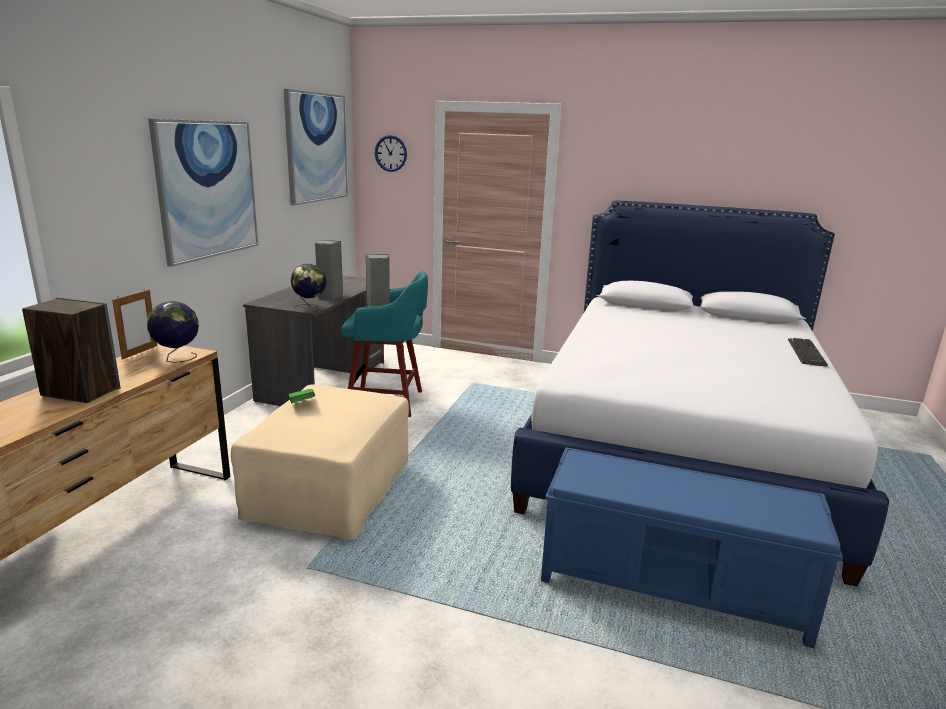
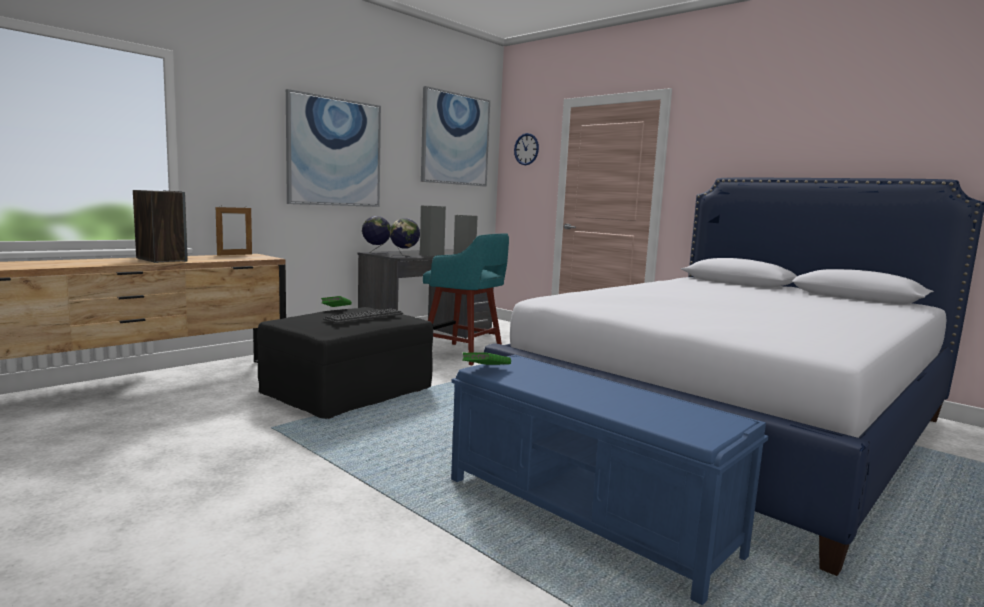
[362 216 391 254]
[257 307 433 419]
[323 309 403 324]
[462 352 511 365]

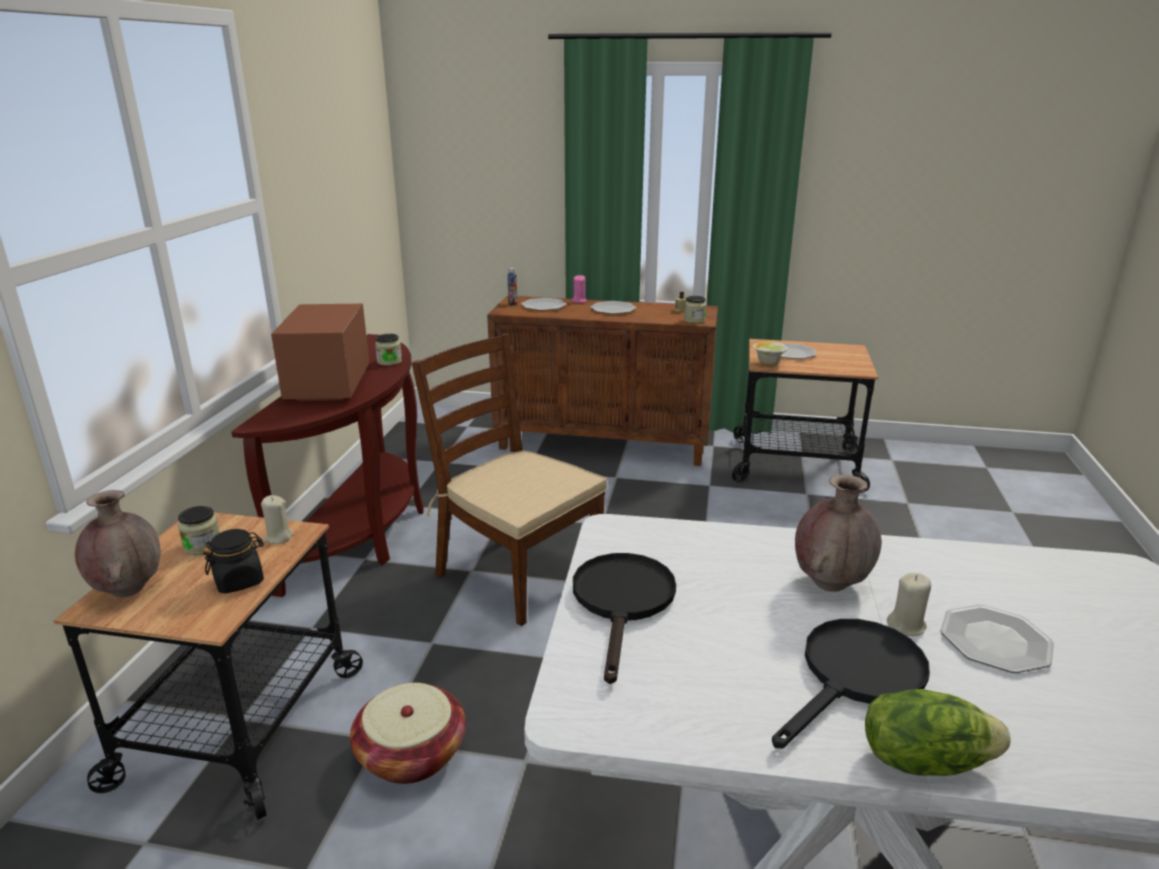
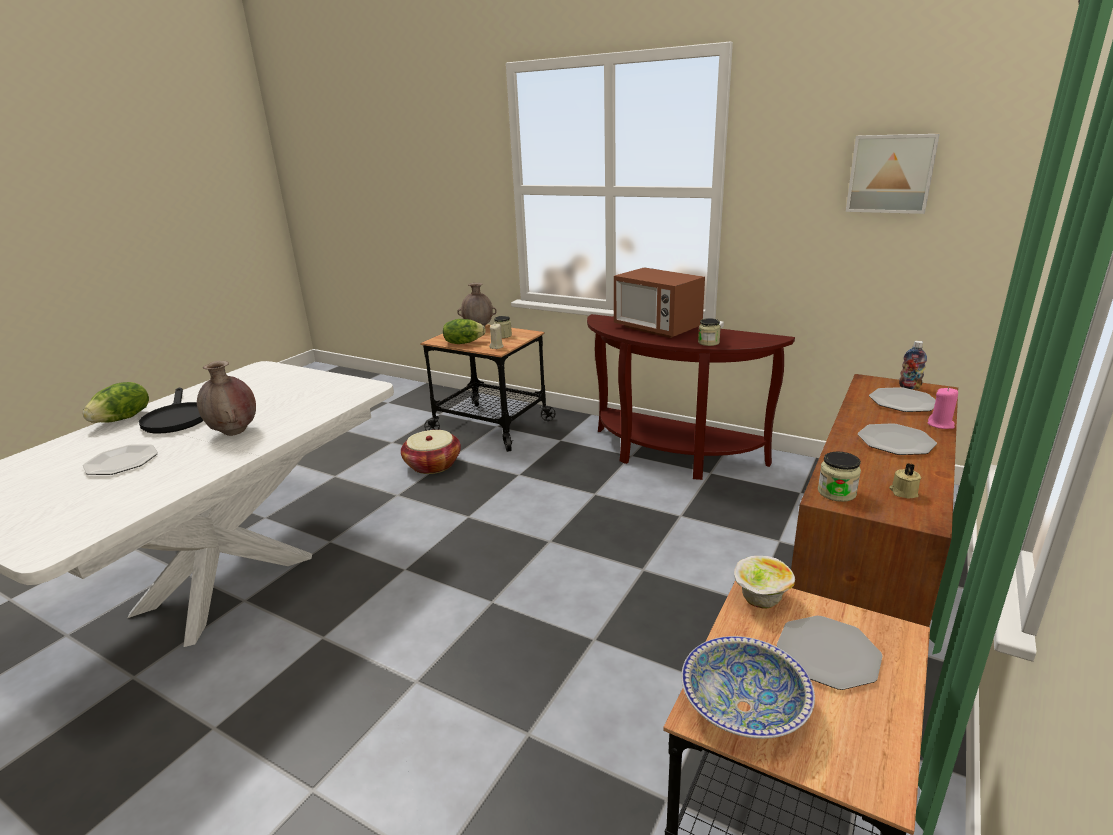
[443 319 486 344]
[614 267 705 338]
[412 333 607 626] (first image)
[573 553 676 684] (first image)
[887 573 931 636] (first image)
[681 636 815 739]
[846 134 940 214]

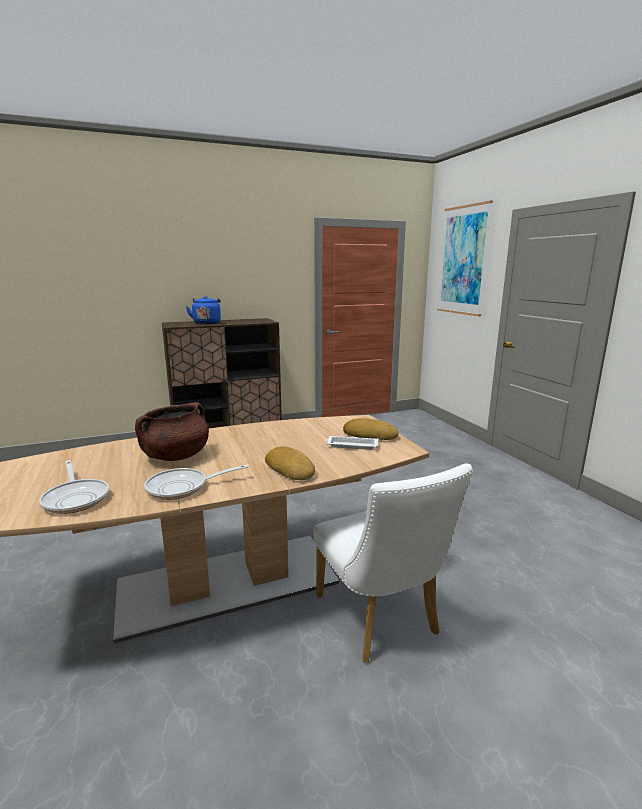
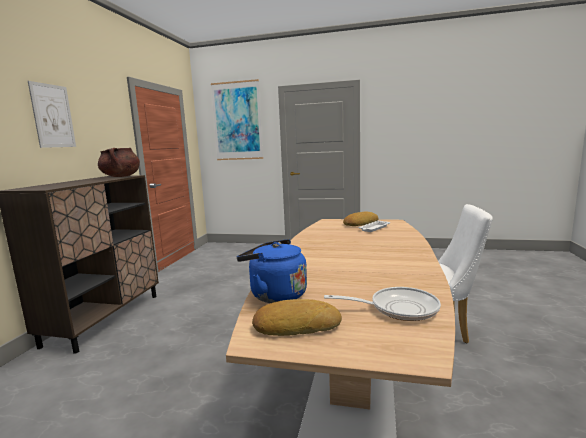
[98 148 140 177]
[144 465 248 500] (first image)
[237 239 307 303]
[252 299 342 336]
[28 81 76 148]

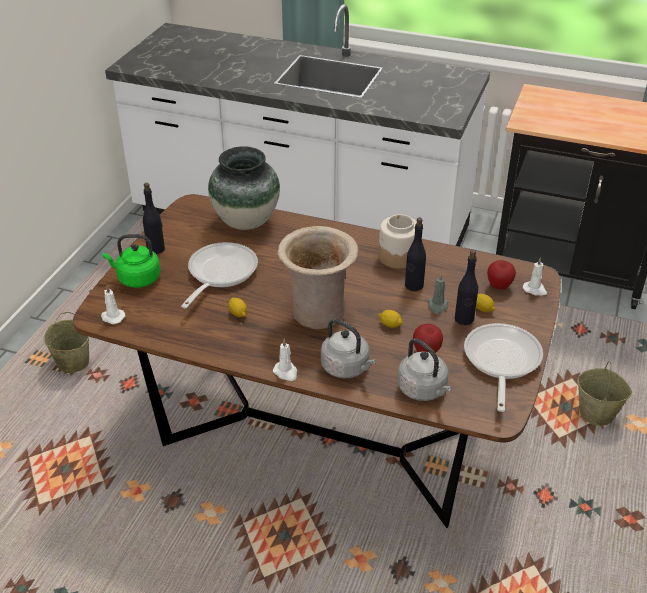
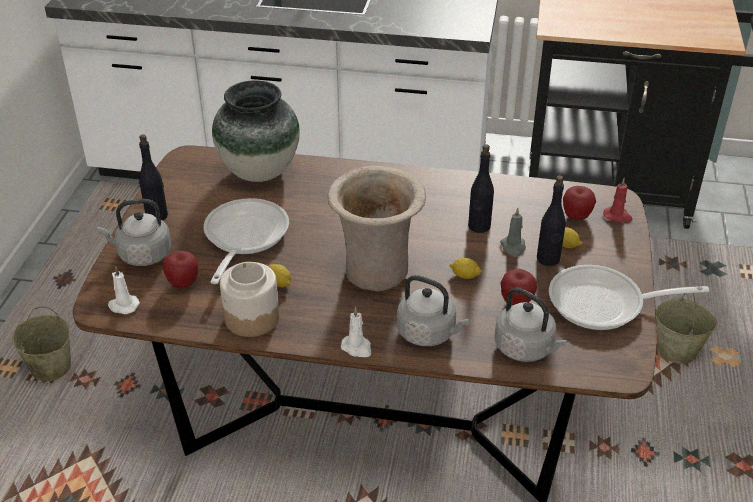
[97 199 172 266]
[220 262 279 337]
[549 265 709 330]
[603 178 633 223]
[163 251 198 289]

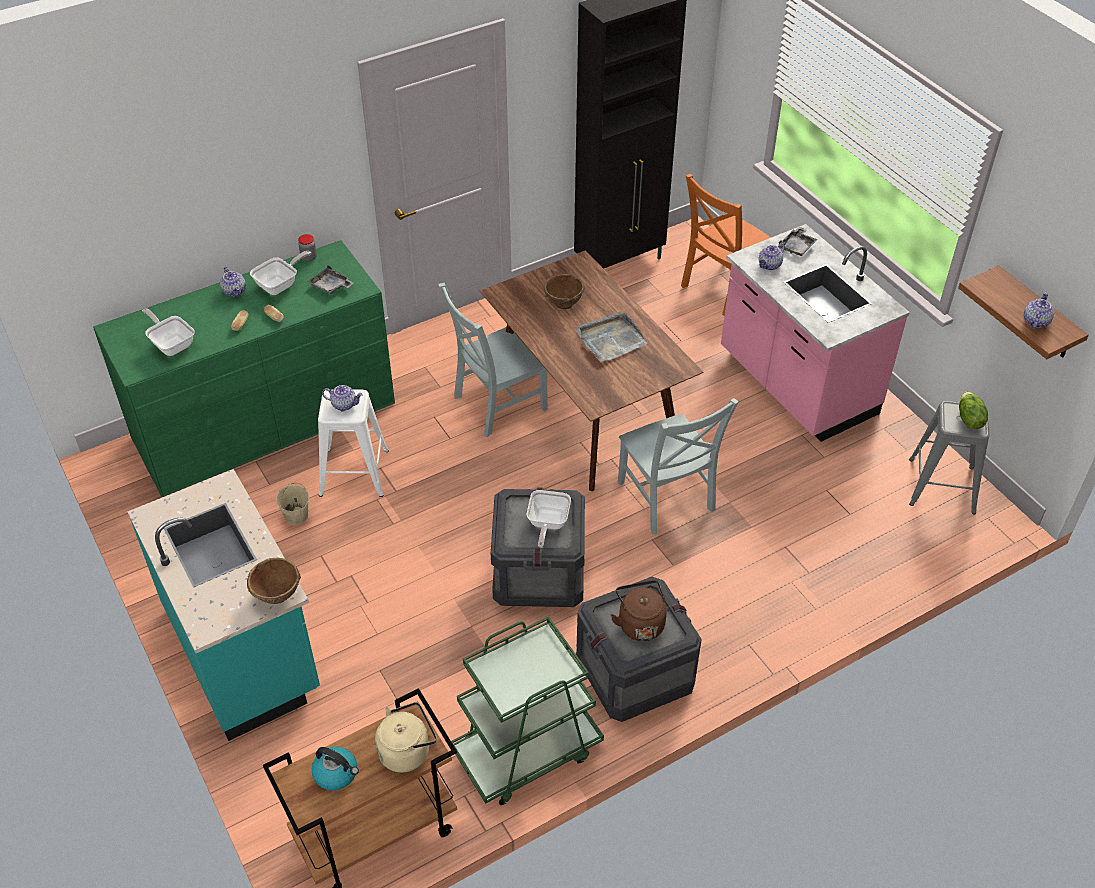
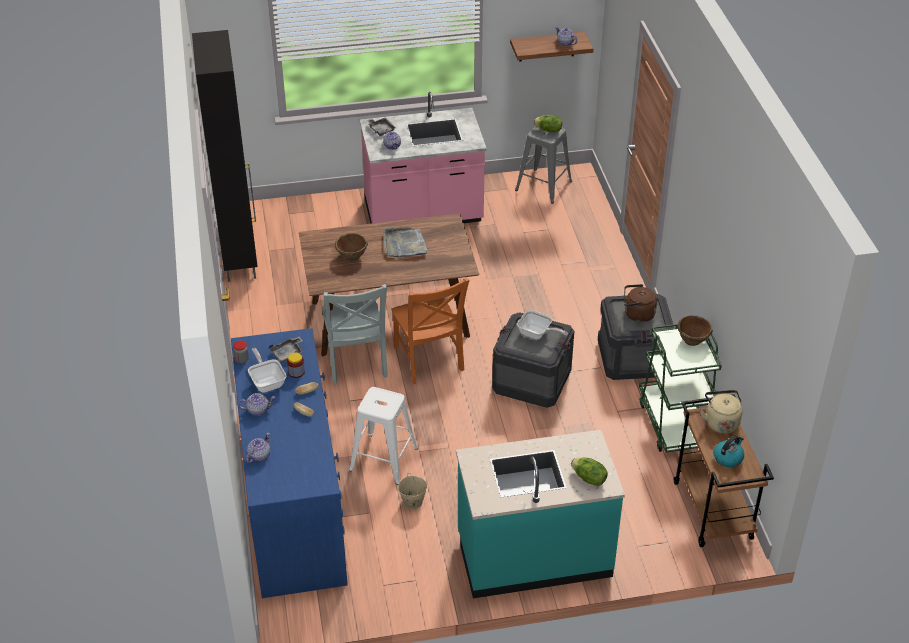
[231 328 348 598]
[142 308 195 356] (first image)
[677 315 713 346]
[246 433 270 463]
[618 398 739 534] (first image)
[391 277 469 384]
[287 353 305 378]
[571 458 608 486]

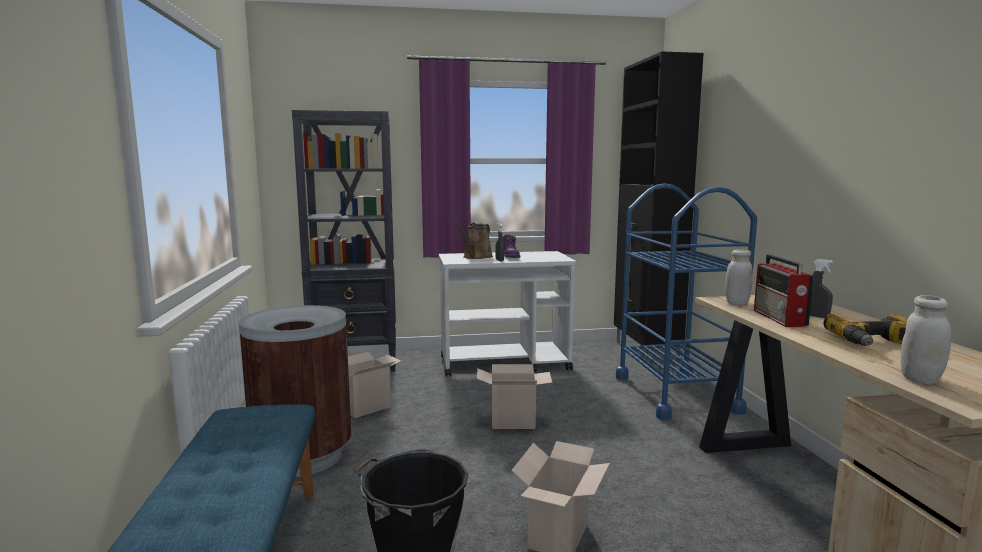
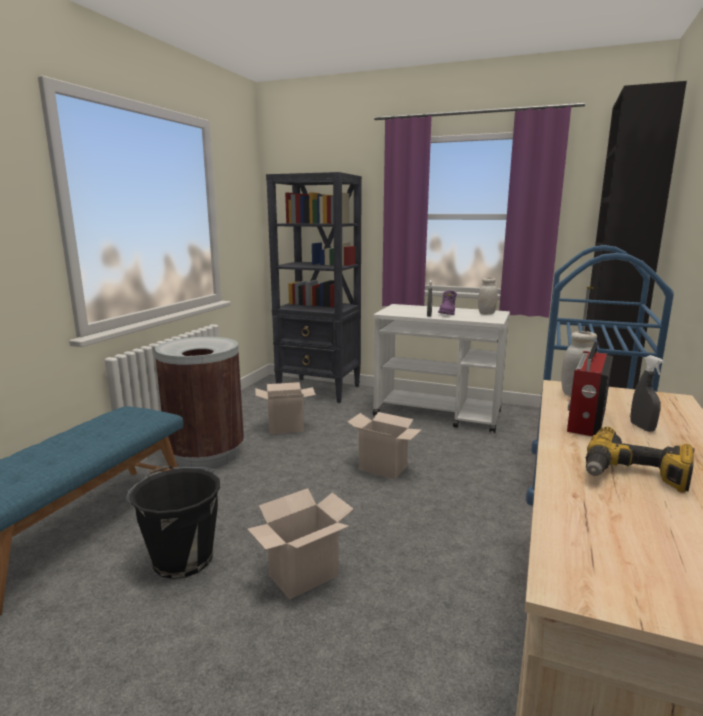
[455 222 493 259] (first image)
[478 278 498 315]

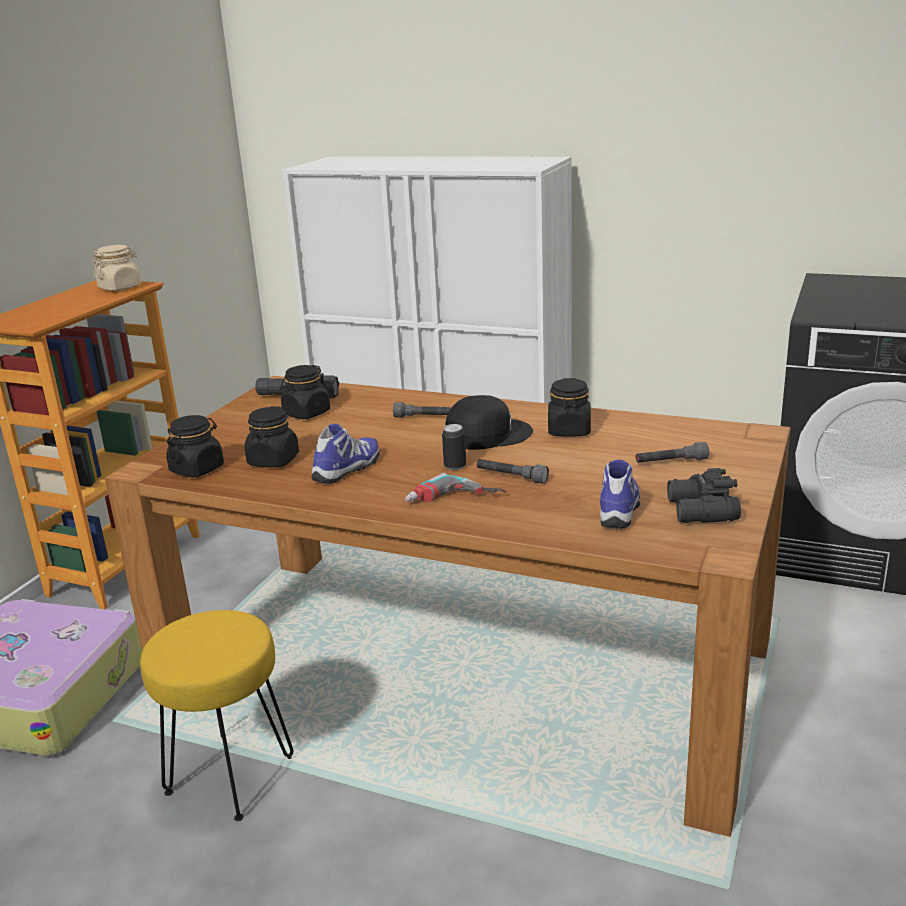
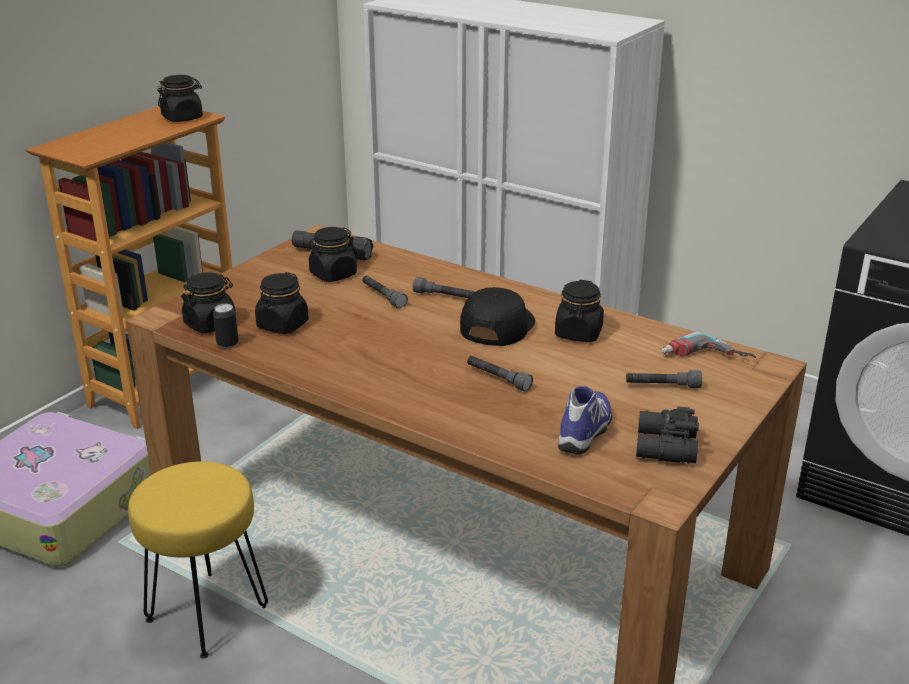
[157 75 203 122]
[312 424 380 484] (first image)
[661 330 756 358]
[213 304 239 348]
[460 287 535 346]
[362 276 408 308]

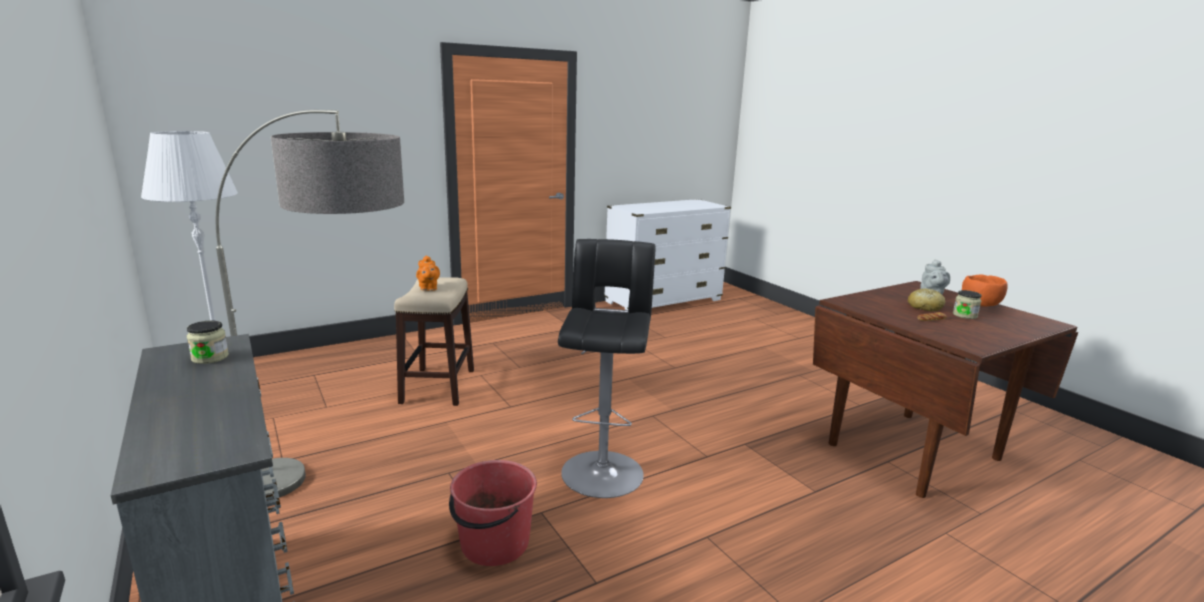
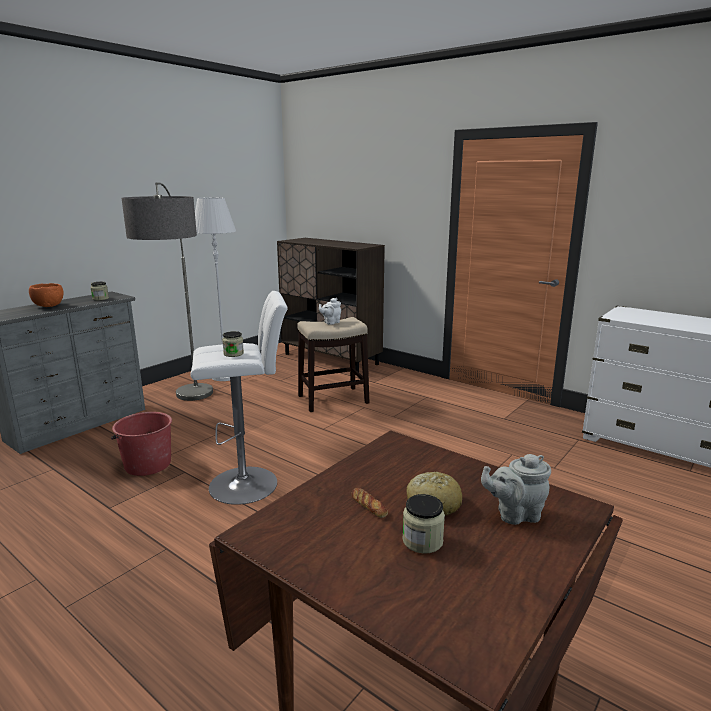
[319 298 341 325]
[190 291 288 505]
[29 283 64 307]
[222 331 244 357]
[277 238 385 372]

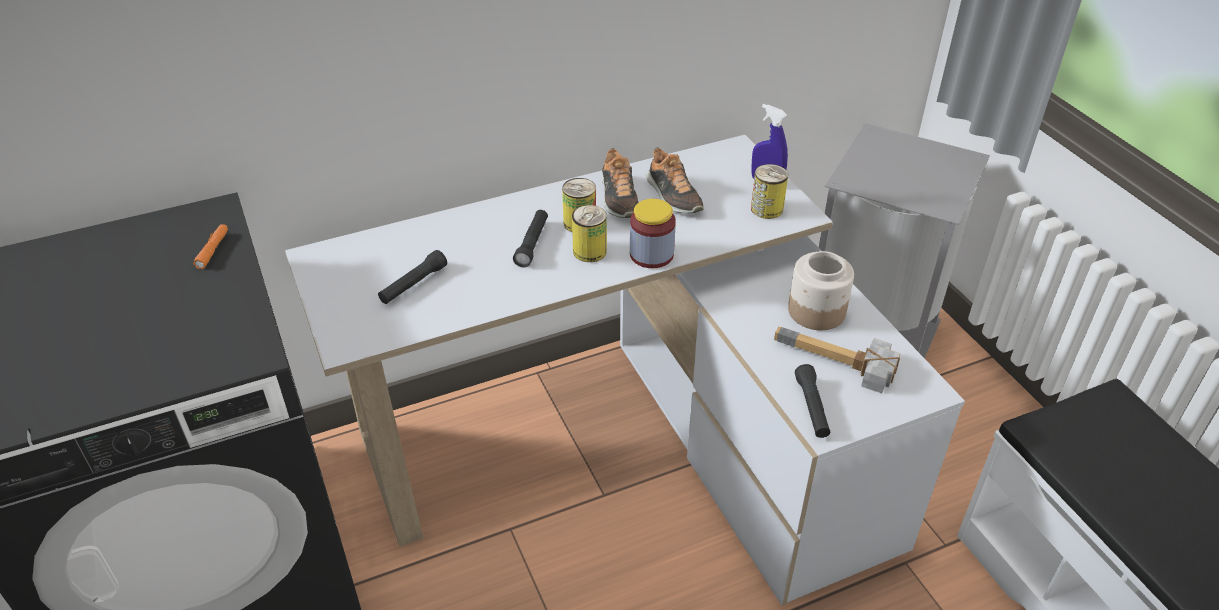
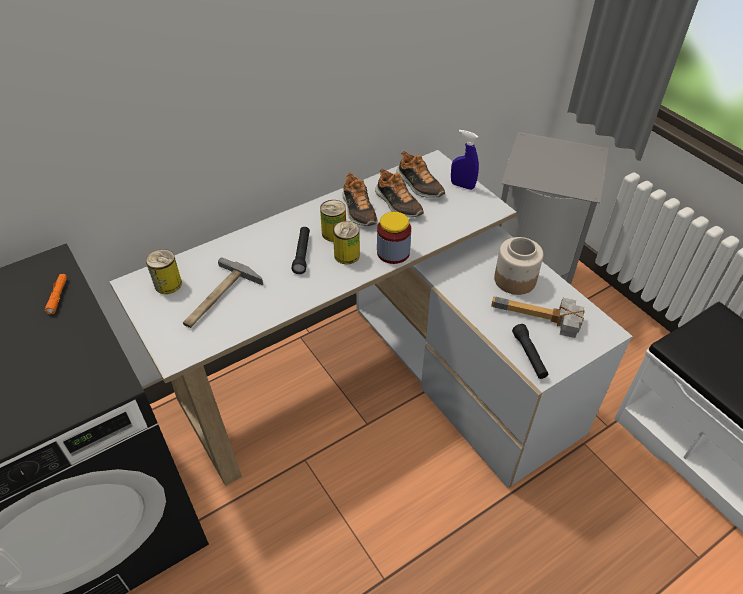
[183 257 263 328]
[146 249 182 294]
[397 151 445 198]

